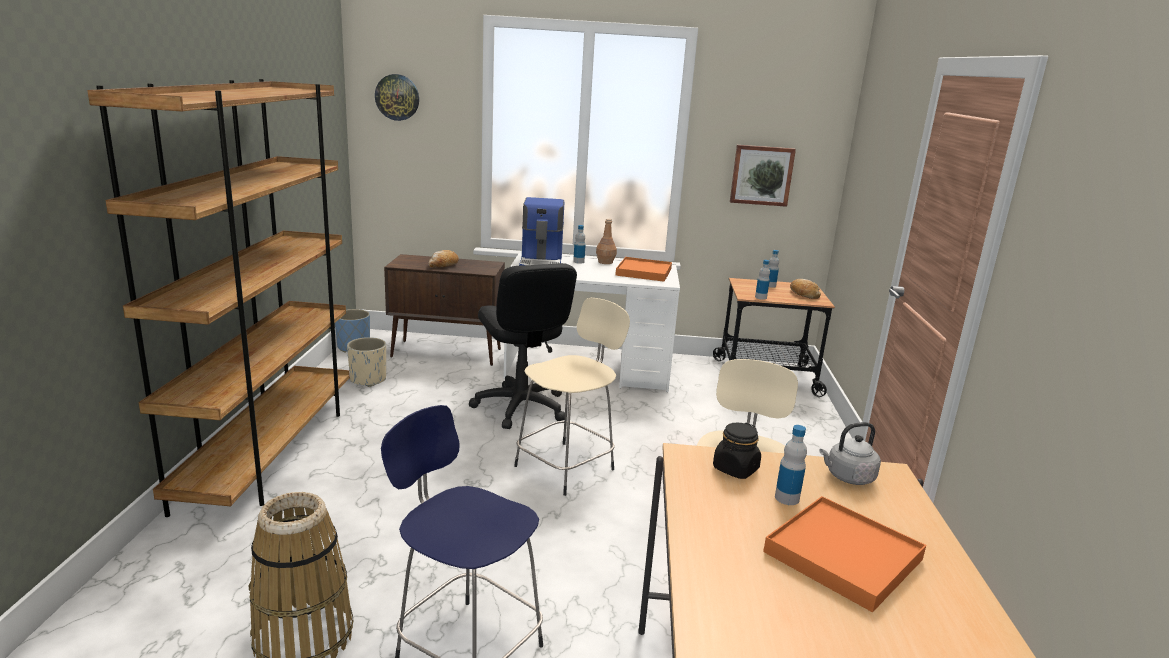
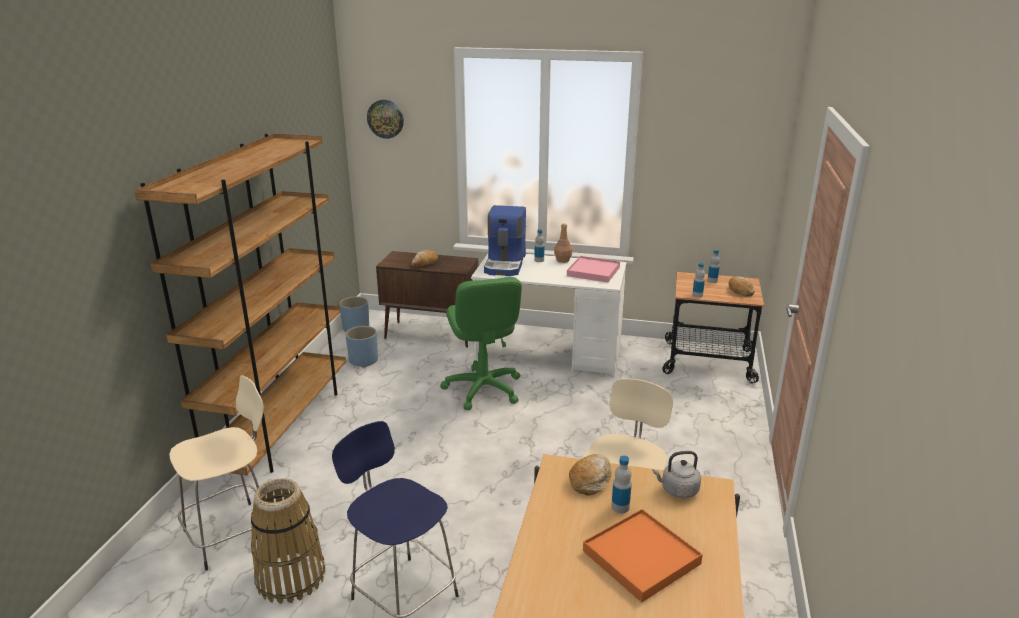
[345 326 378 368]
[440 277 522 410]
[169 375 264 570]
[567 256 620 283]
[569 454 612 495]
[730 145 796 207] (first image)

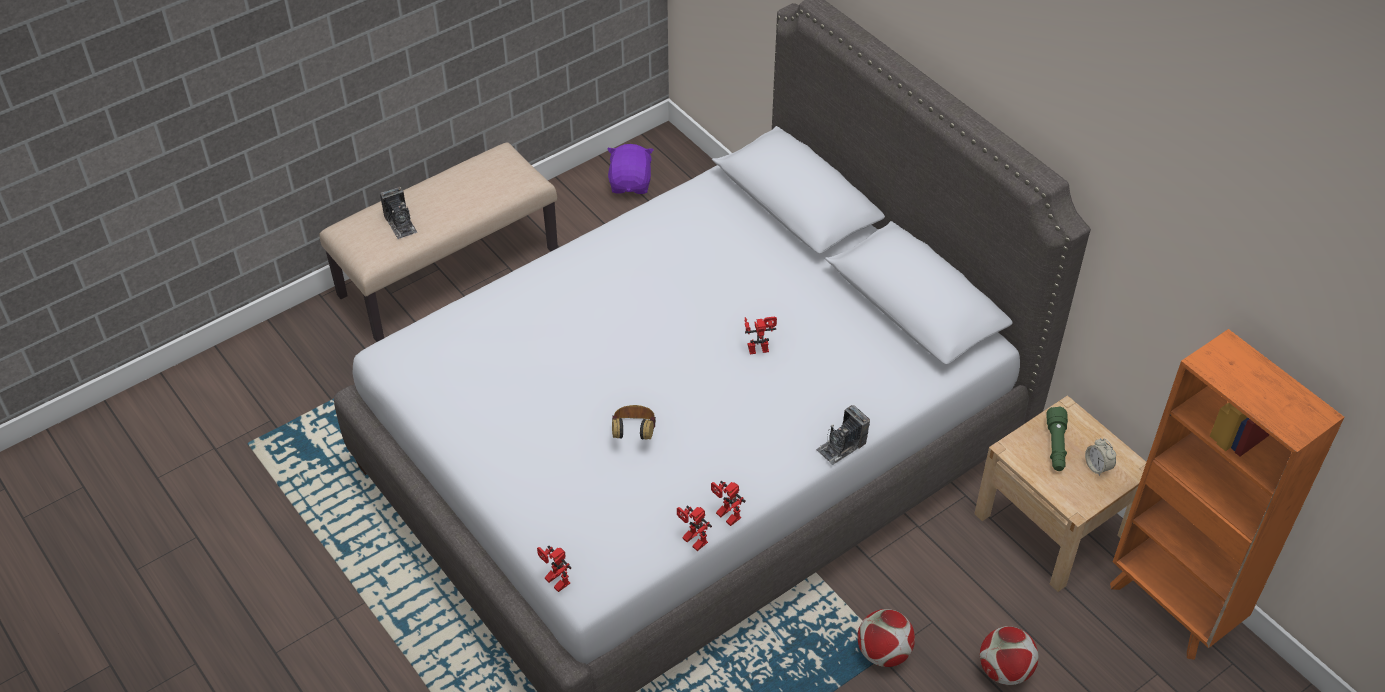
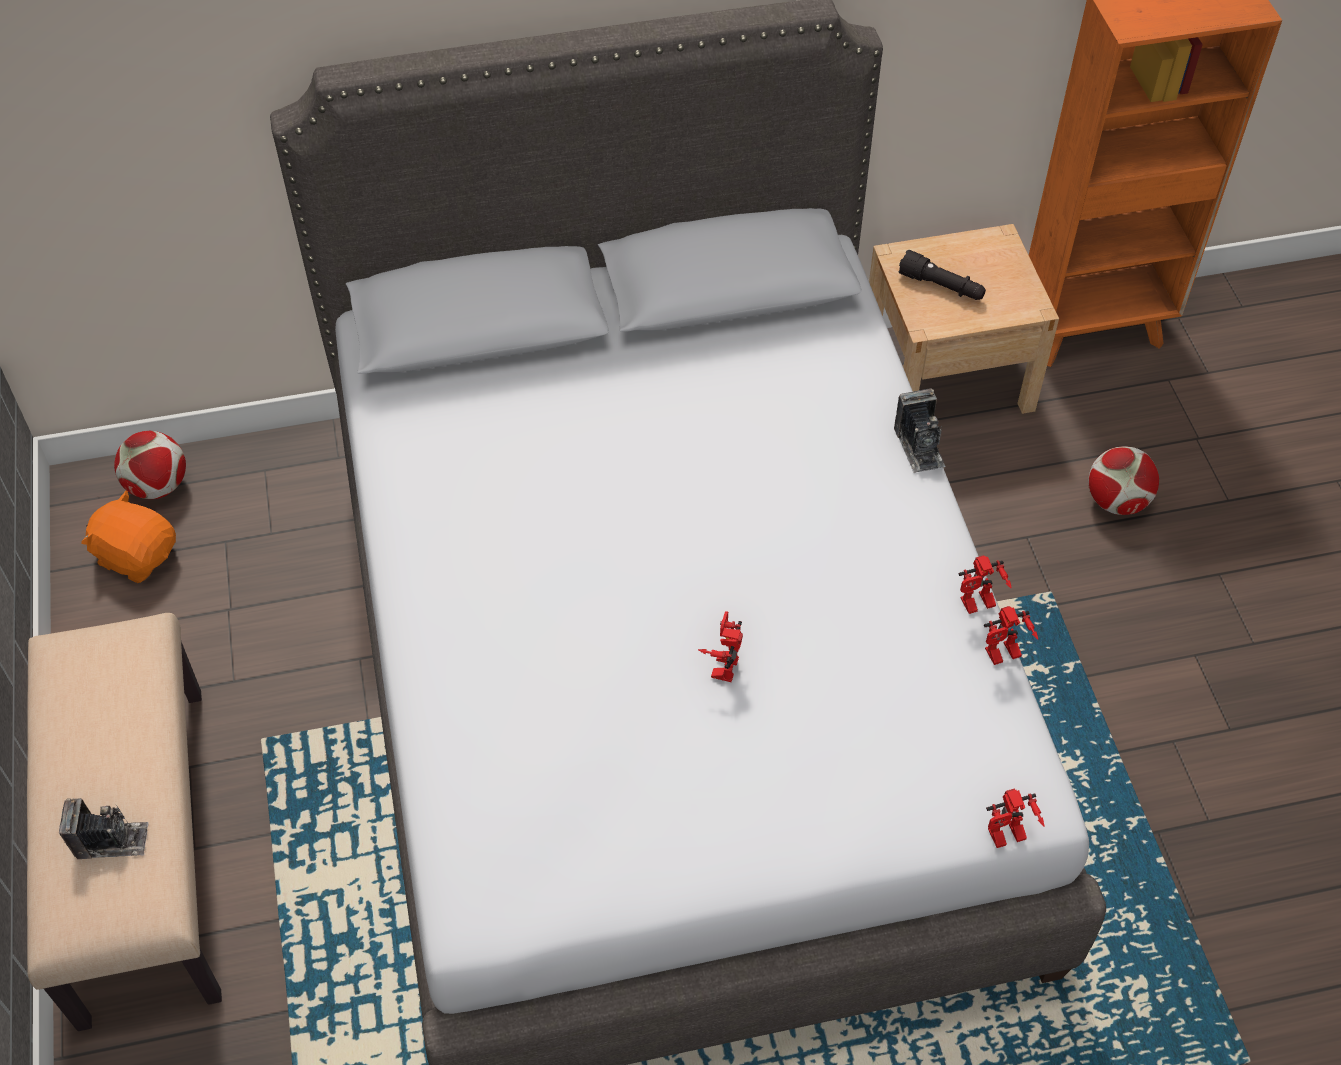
[81 491 176 583]
[612 405 656 439] (first image)
[698 611 743 682]
[114 431 186 499]
[898 250 986 300]
[1085 438 1116 476] (first image)

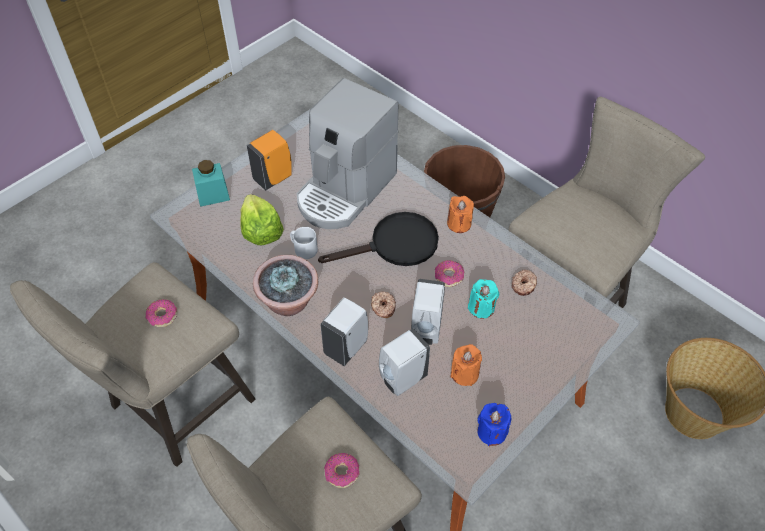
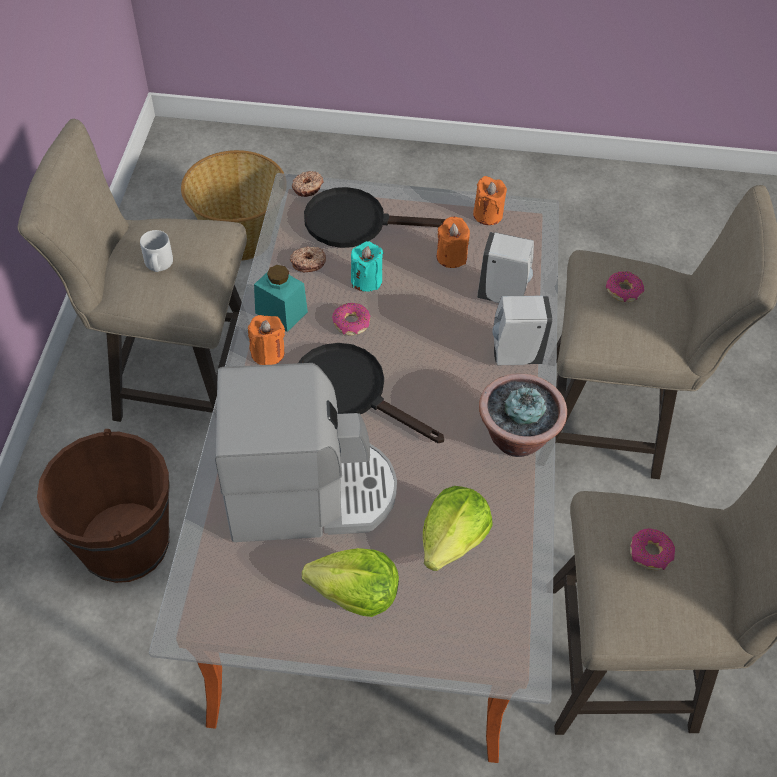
[254 265 308 332]
[302 548 399 617]
[140 230 173 272]
[292 171 324 197]
[411 279 445 345] (first image)
[473 176 507 225]
[304 187 446 248]

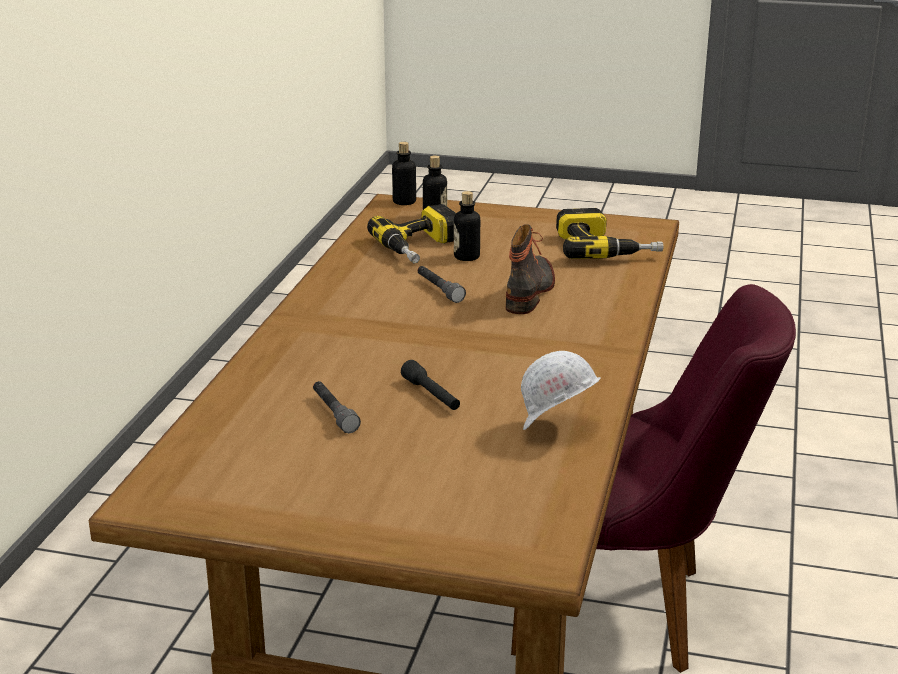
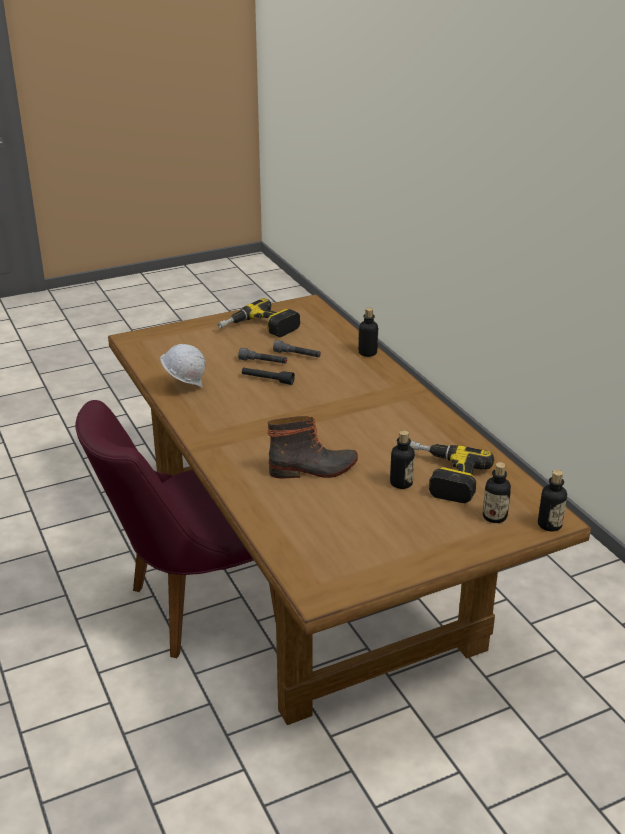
[238 348 287 364]
[268 416 358 479]
[217 298 300 337]
[358 308 378 357]

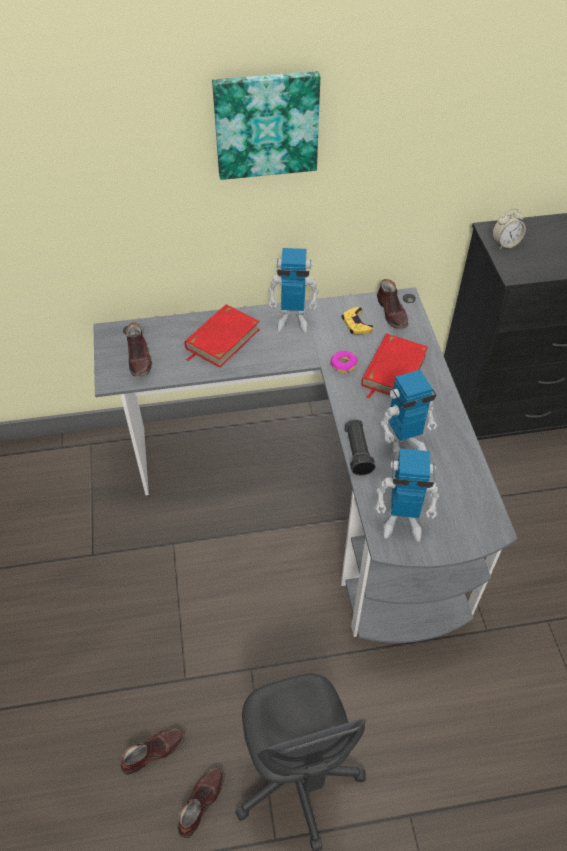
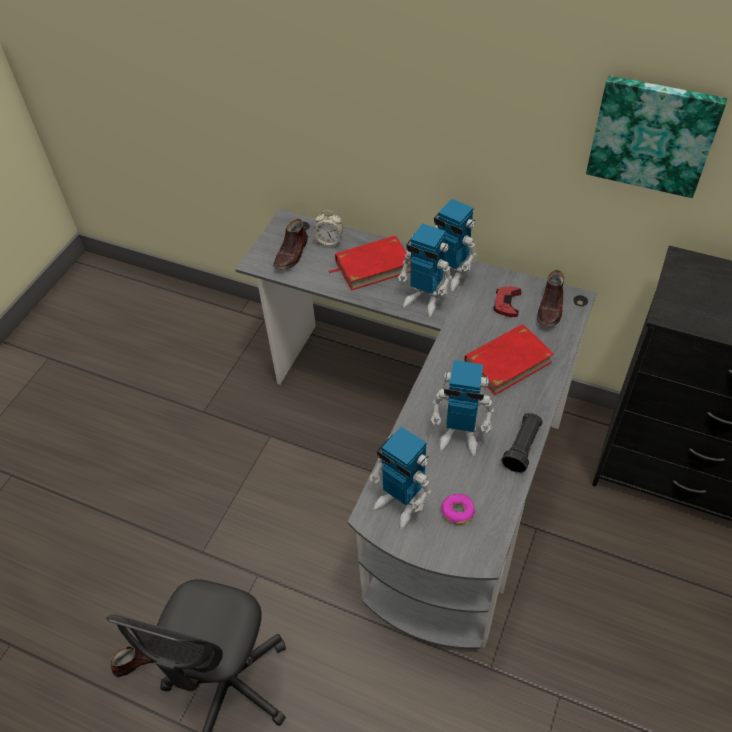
[121 728 185 775] (first image)
[586 76 727 198]
[441 494 475 525]
[493 286 521 317]
[502 413 543 473]
[313 211 343 246]
[398 223 452 317]

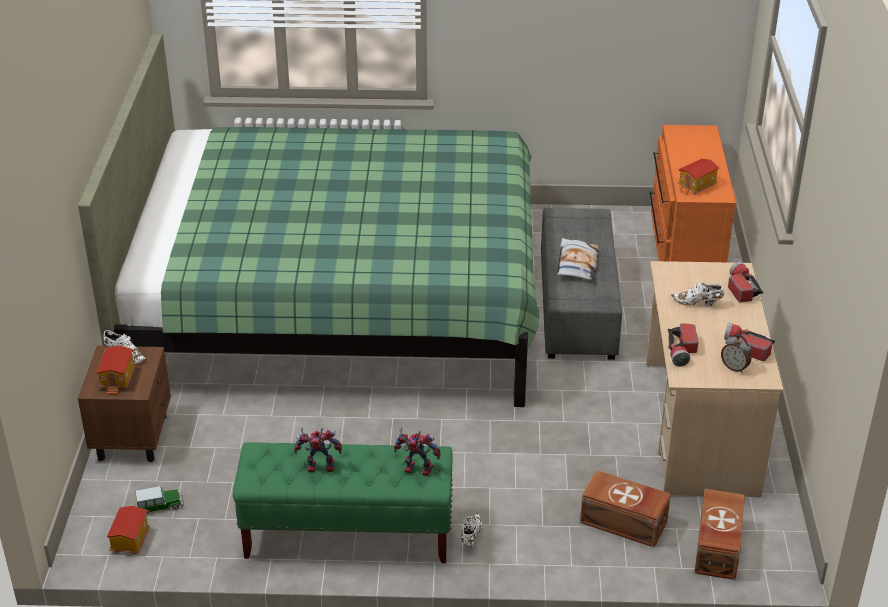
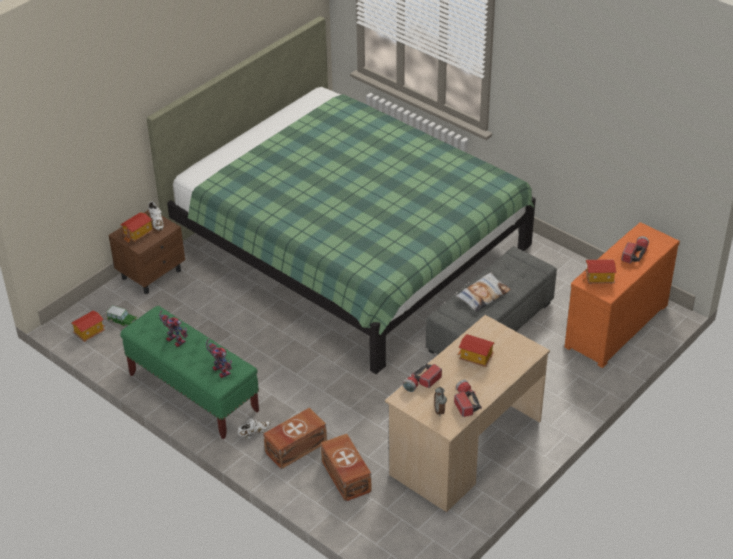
[458 334 495 367]
[263 408 327 469]
[621 236 649 264]

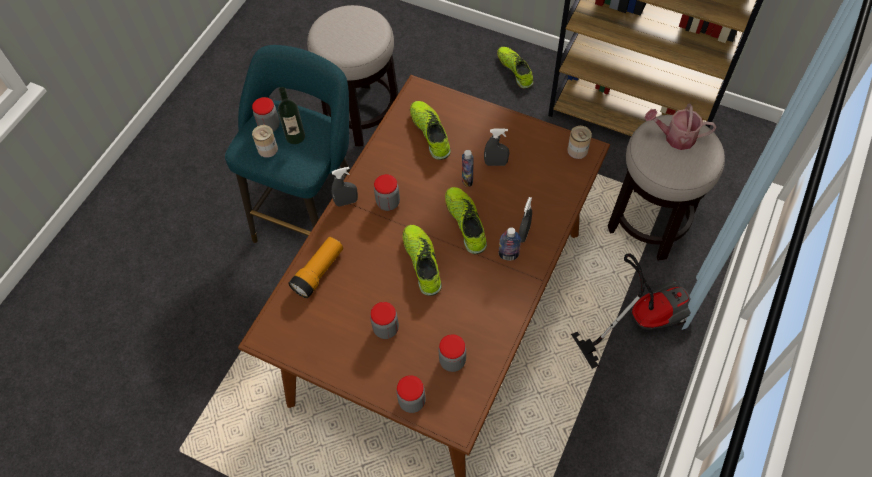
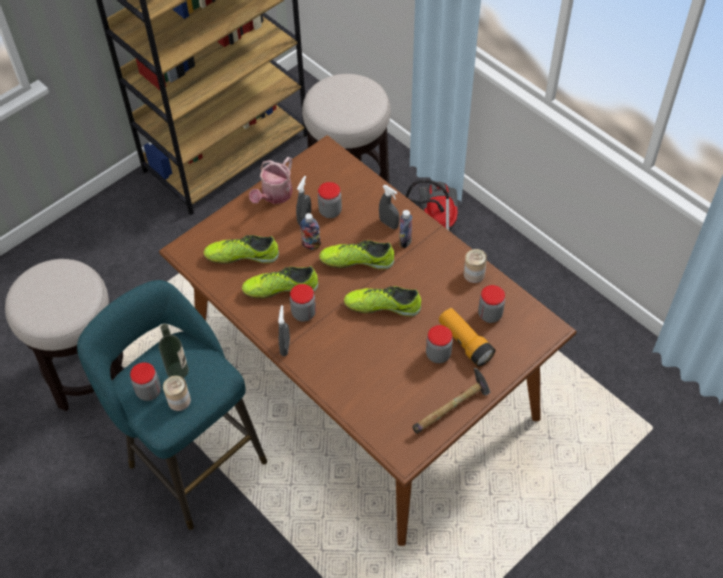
[439 308 495 367]
[318 182 342 218]
[242 266 318 298]
[464 249 487 283]
[249 157 293 204]
[413 368 490 434]

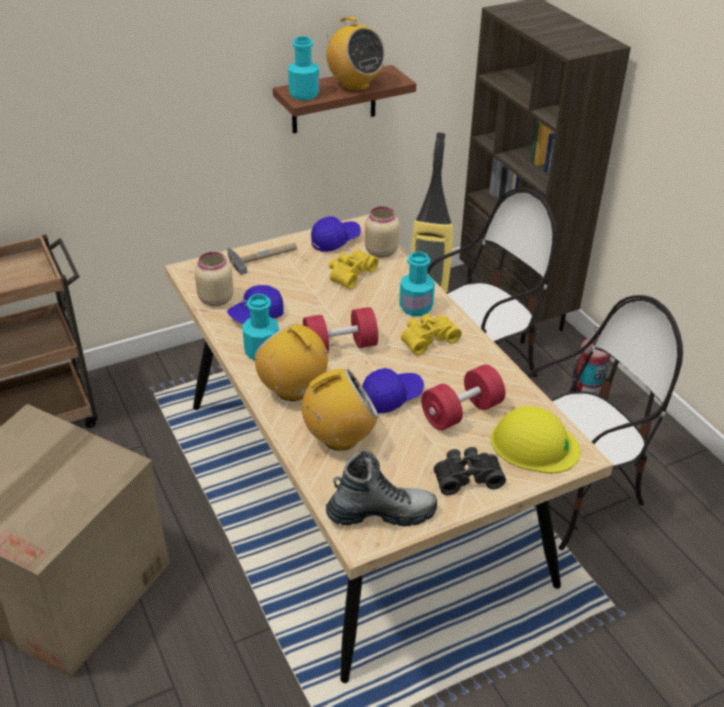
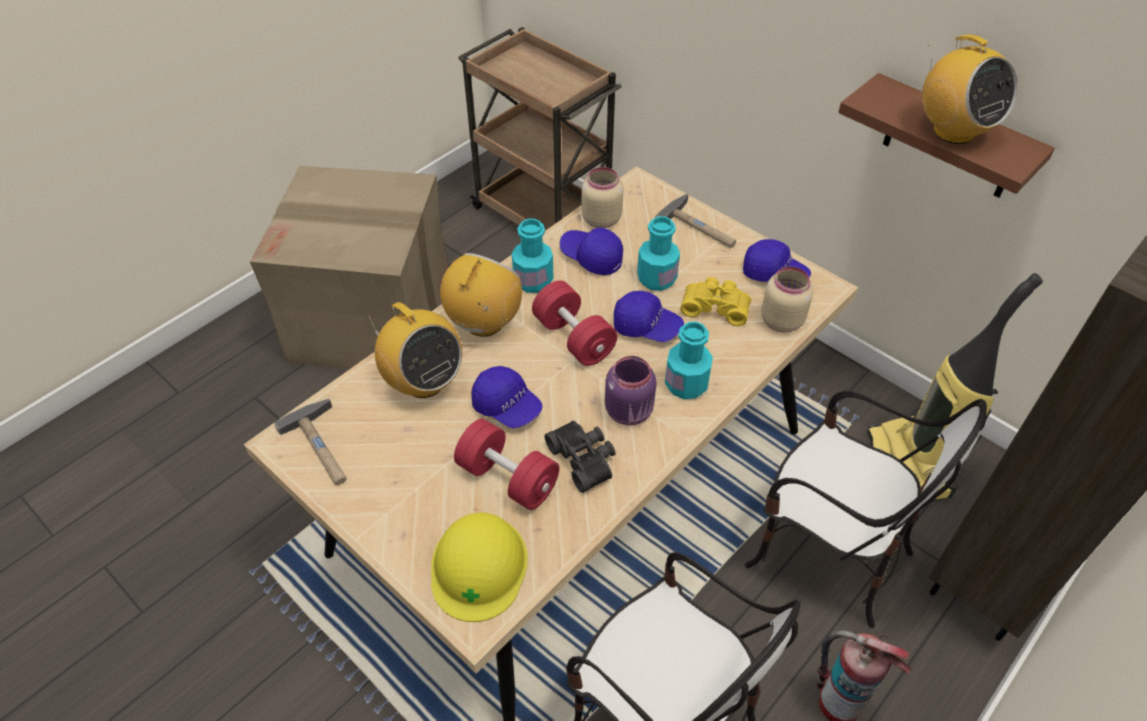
[637 216 680 291]
[922 35 1018 144]
[274 399 347 485]
[605 356 657 426]
[544 420 616 493]
[614 291 684 342]

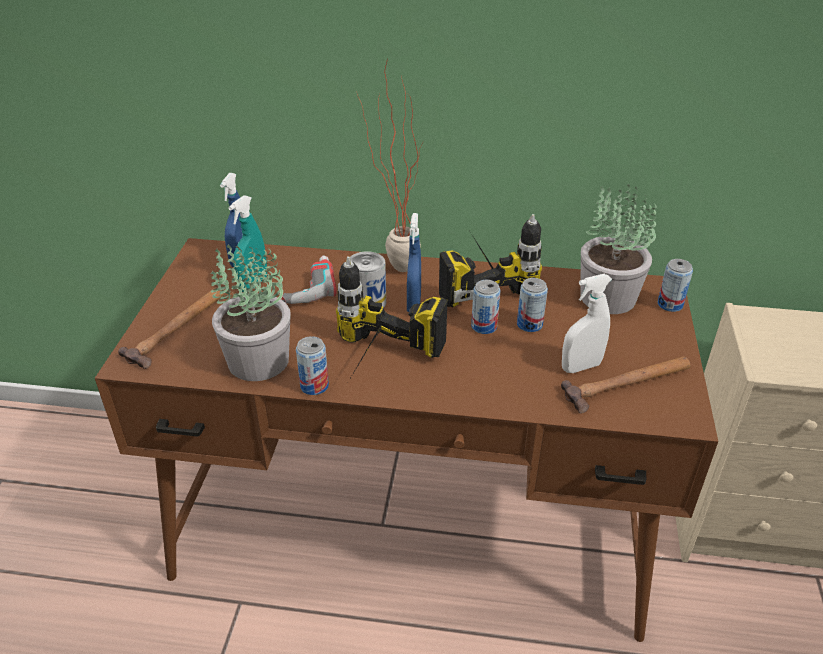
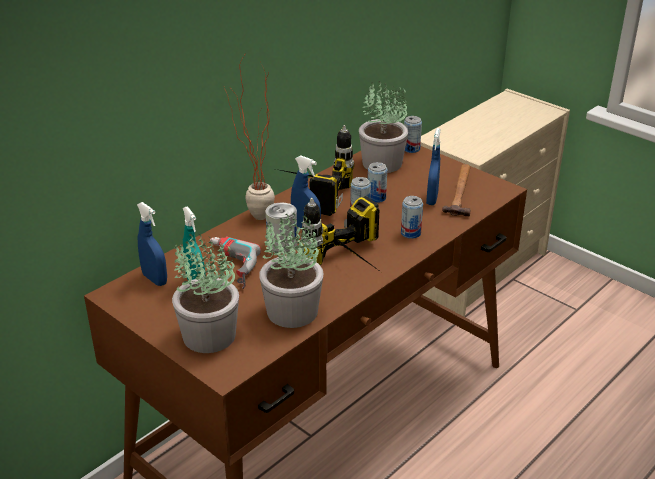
[172 233 239 353]
[401 196 423 239]
[426 128 440 205]

